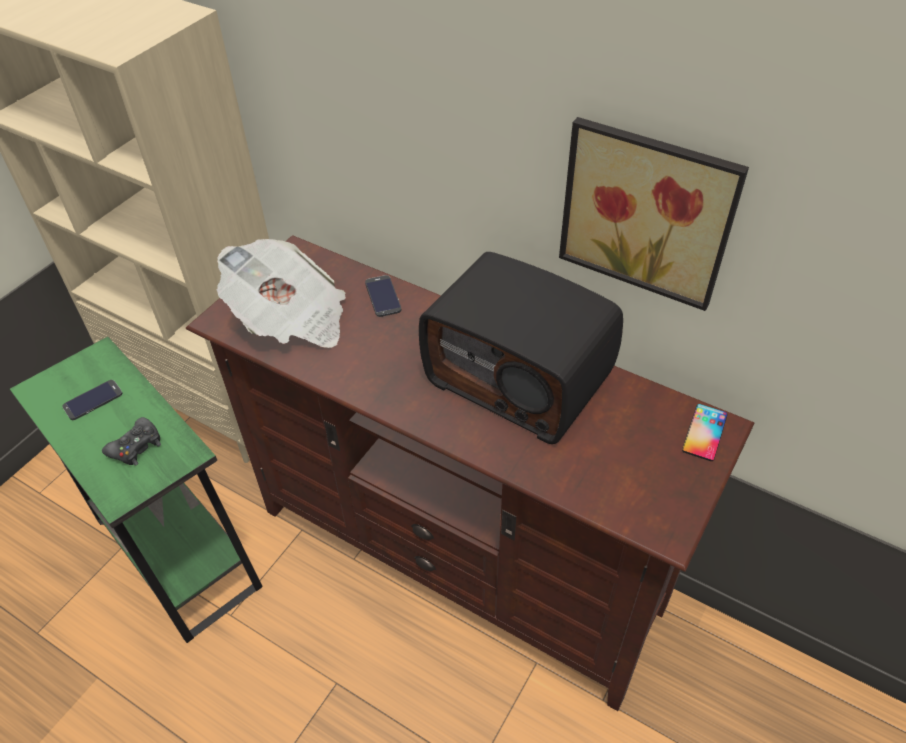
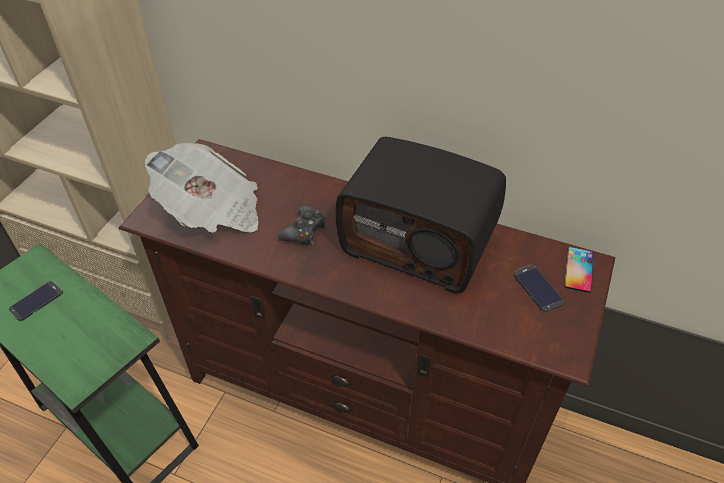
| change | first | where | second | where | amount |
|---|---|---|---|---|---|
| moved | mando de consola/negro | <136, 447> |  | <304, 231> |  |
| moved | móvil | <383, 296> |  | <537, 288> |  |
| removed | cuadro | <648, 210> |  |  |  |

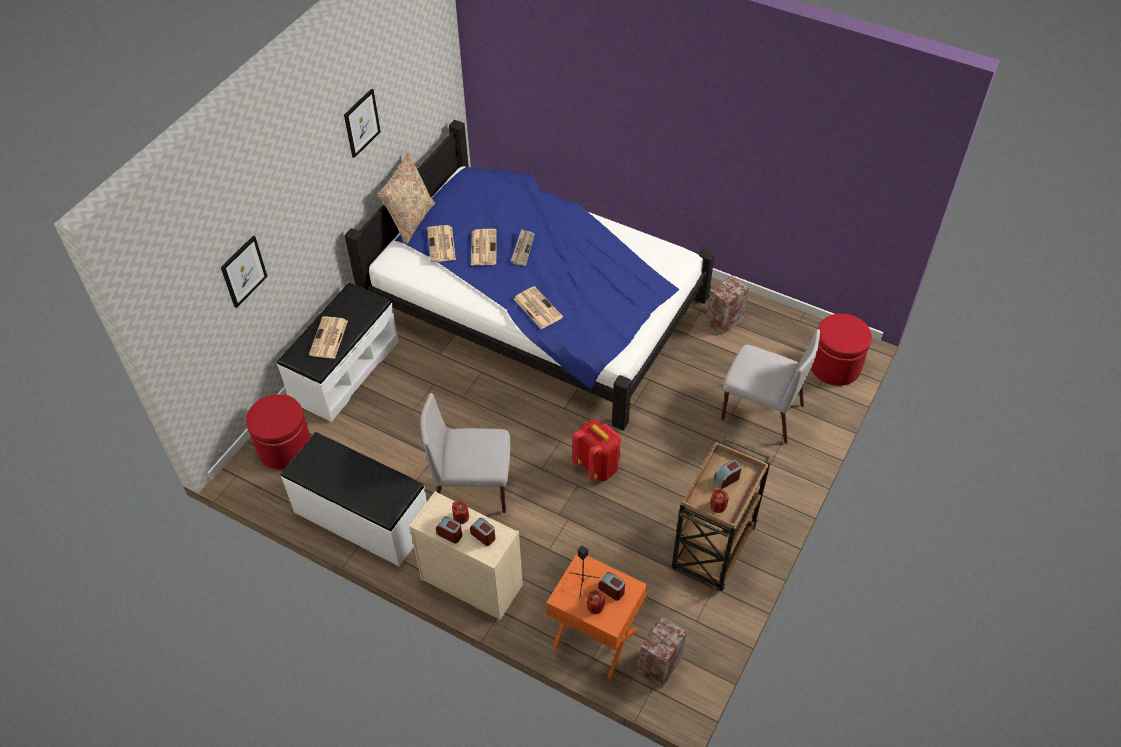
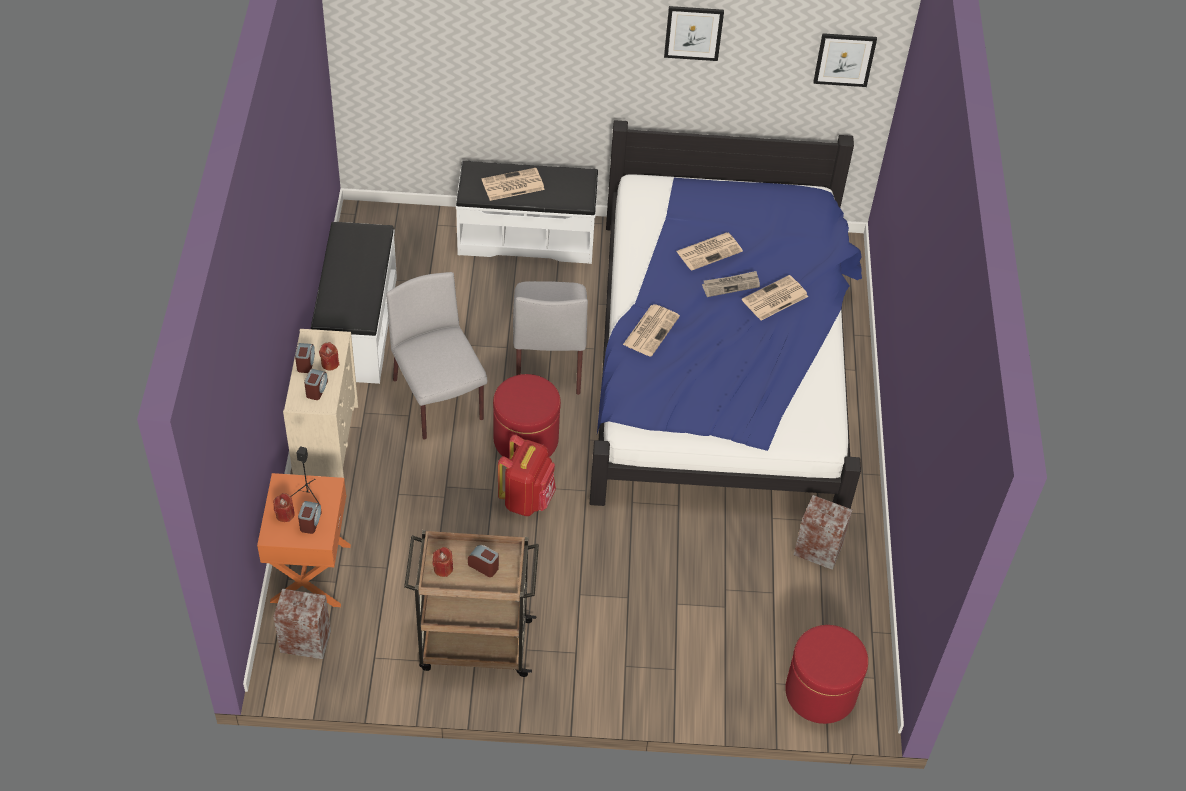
| change | first | where | second | where | amount |
|---|---|---|---|---|---|
| moved | cuadro | <243, 271> |  | <844, 59> |  |
| moved | puf/rojo | <285, 448> |  | <526, 440> |  |
| removed | cojín/beis | <410, 220> |  |  |  |
| moved | periódico | <441, 244> |  | <774, 299> |  |
| moved | silla/gris | <760, 412> |  | <548, 360> |  |

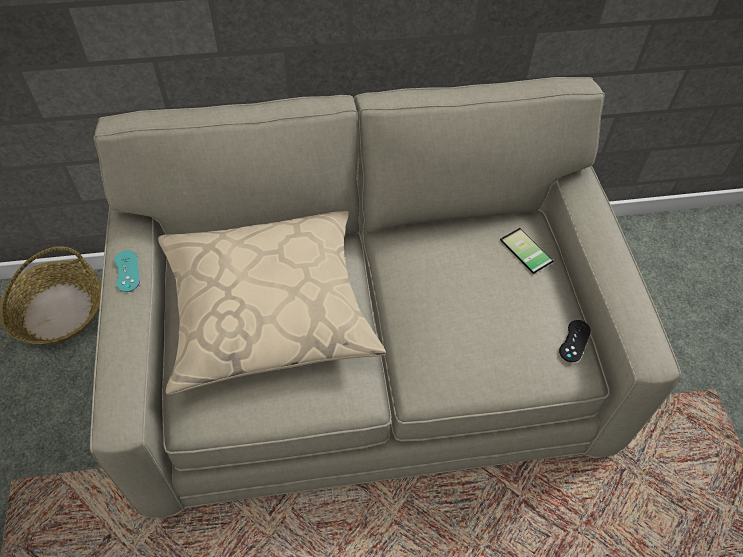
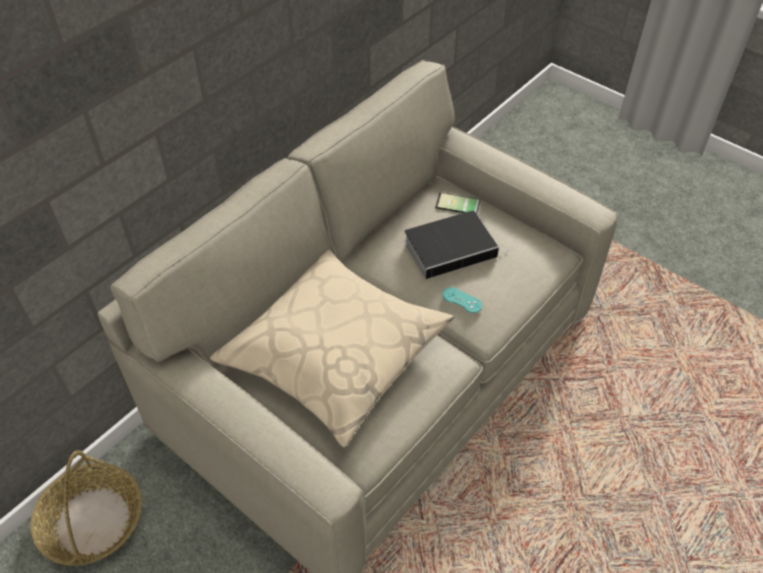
| change | first | where | second | where | amount |
|---|---|---|---|---|---|
| moved | mando de consola/turquesa | <127, 271> |  | <462, 300> |  |
| removed | mando de consola/negro | <574, 341> |  |  |  |
| added |  |  | libro | <452, 247> |  |

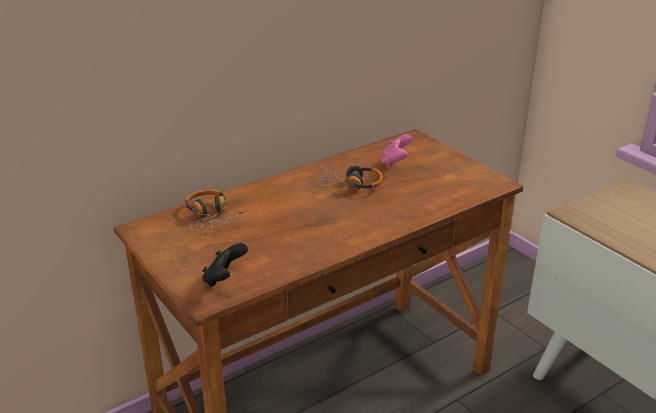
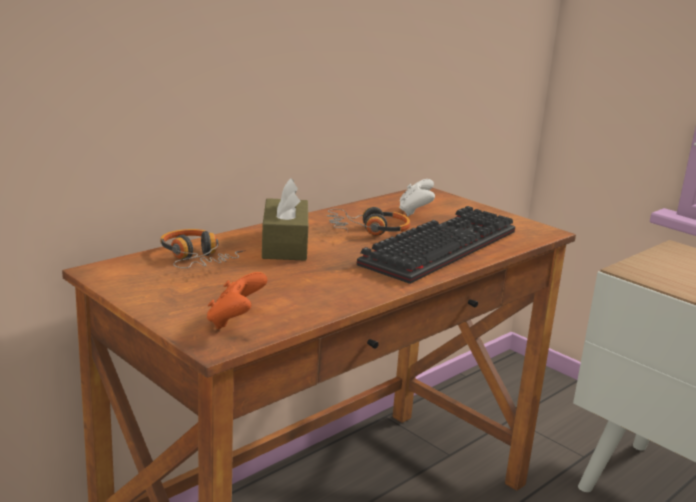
| change | first | where | second | where | amount |
|---|---|---|---|---|---|
| recoloured | mando de consola/negro | <224, 279> | mando de consola/naranja | <235, 321> |  |
| recoloured | mando de consola/rosa | <395, 162> | mando de consola/blanco | <415, 212> |  |
| added |  |  | caja de pañuelos/marrón | <285, 245> |  |
| added |  |  | teclado | <439, 246> |  |

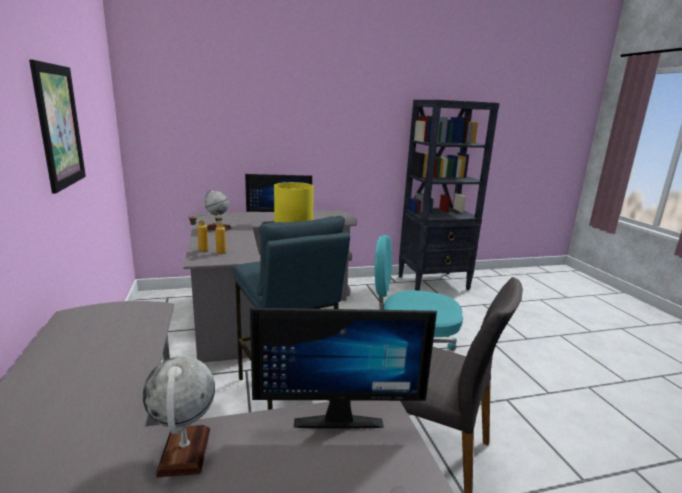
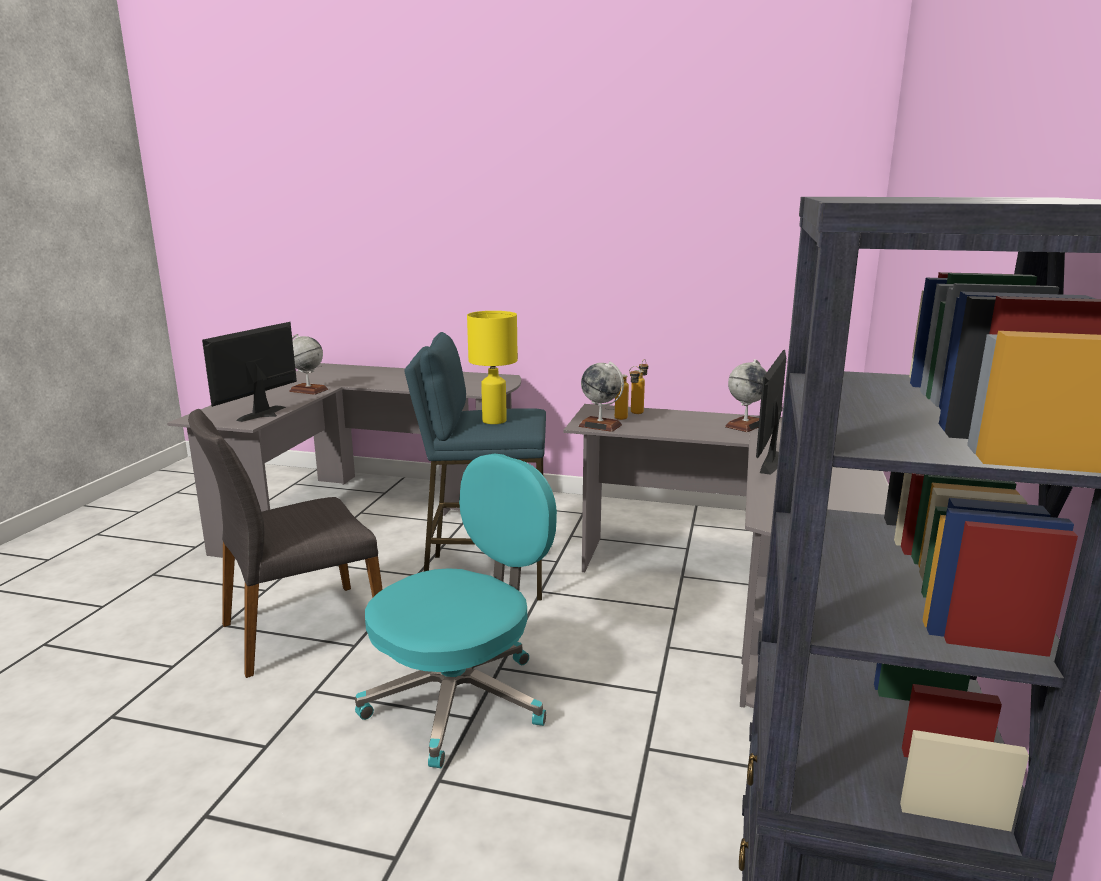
| change | first | where | second | where | amount |
|---|---|---|---|---|---|
| removed | cuadro | <59, 126> |  |  |  |
| added |  |  | globo terráqueo | <600, 425> |  |

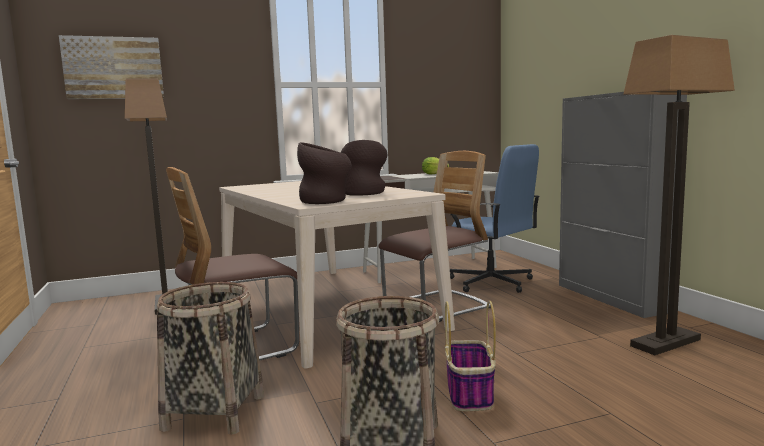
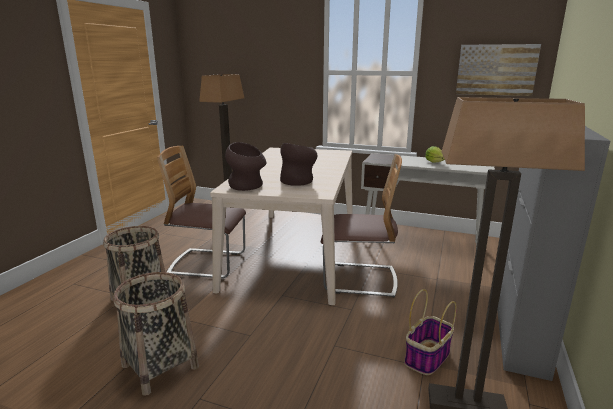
| change | first | where | second | where | amount |
|---|---|---|---|---|---|
| moved | cuadro | <113, 68> |  | <496, 70> |  |
| moved | cesta | <470, 394> |  | <427, 358> |  |
| removed | silla de oficina/azul | <491, 282> |  |  |  |

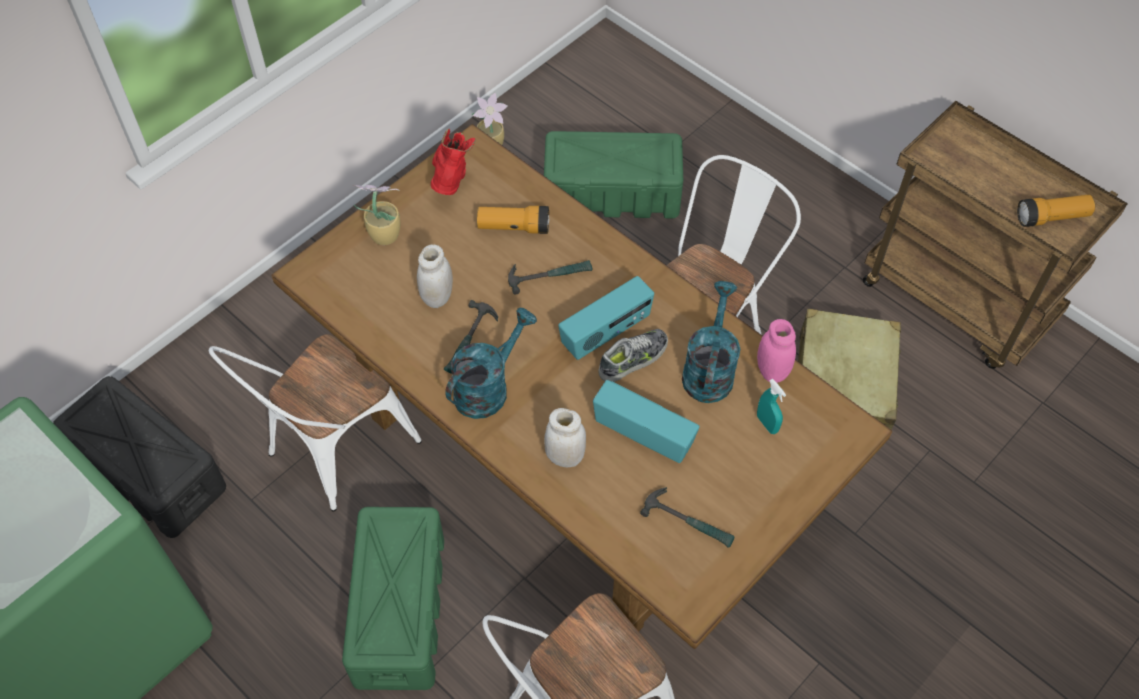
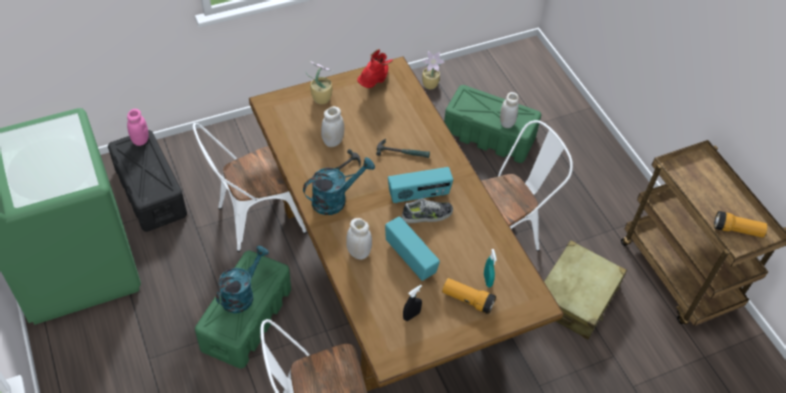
| change | first | where | second | where | amount |
|---|---|---|---|---|---|
| moved | linterna | <514, 227> |  | <467, 300> |  |
| replaced | martillo | <689, 521> | pulverizador/negro | <411, 315> |  |
| moved | regadera/turquesa | <709, 369> |  | <241, 294> |  |
| moved | tarro/rosa | <772, 371> |  | <140, 140> |  |
| added |  |  | tarro/blanco | <506, 123> |  |

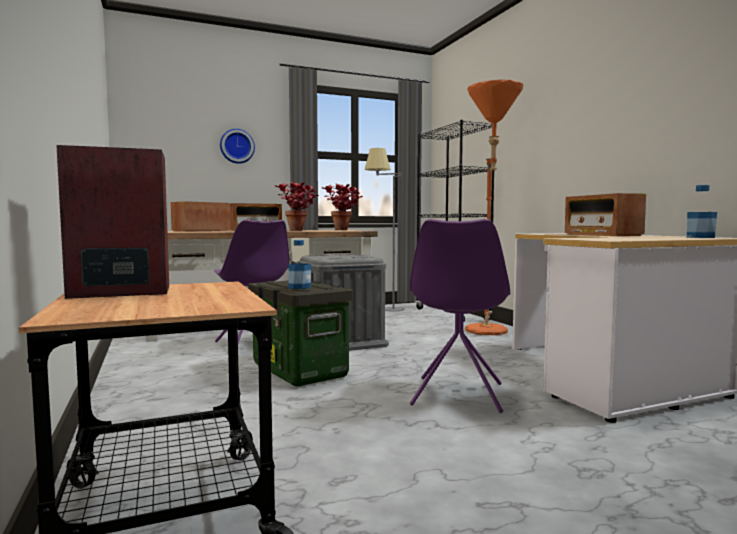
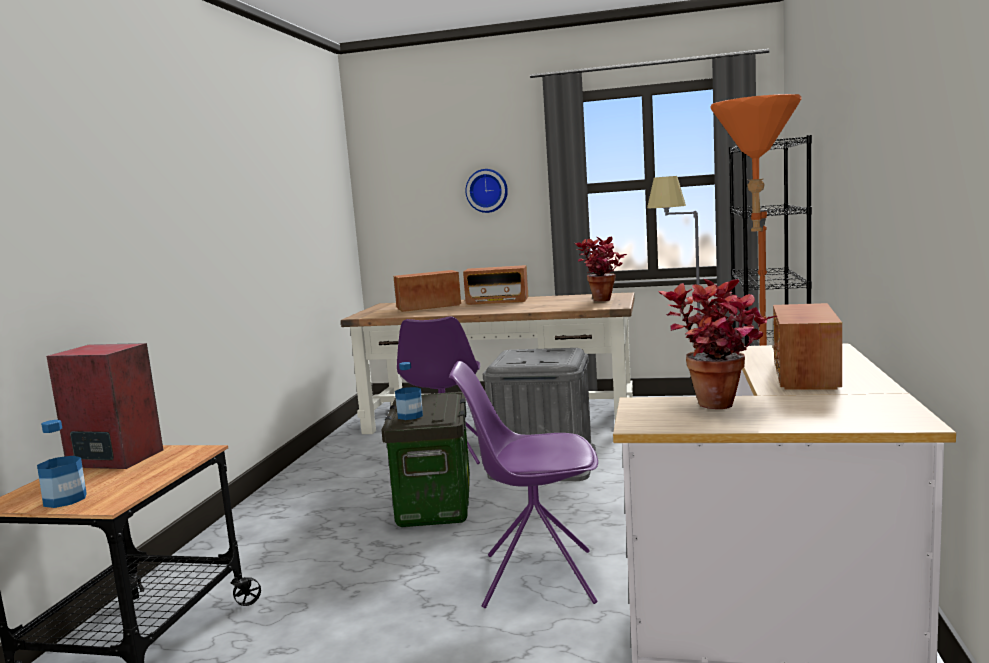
| change | first | where | second | where | amount |
|---|---|---|---|---|---|
| moved | planta en maceta | <298, 230> |  | <719, 409> |  |
| turned | silla/morado | <457, 395> |  | <535, 578> | 45 degrees clockwise |
| moved | botella | <700, 237> |  | <65, 500> |  |

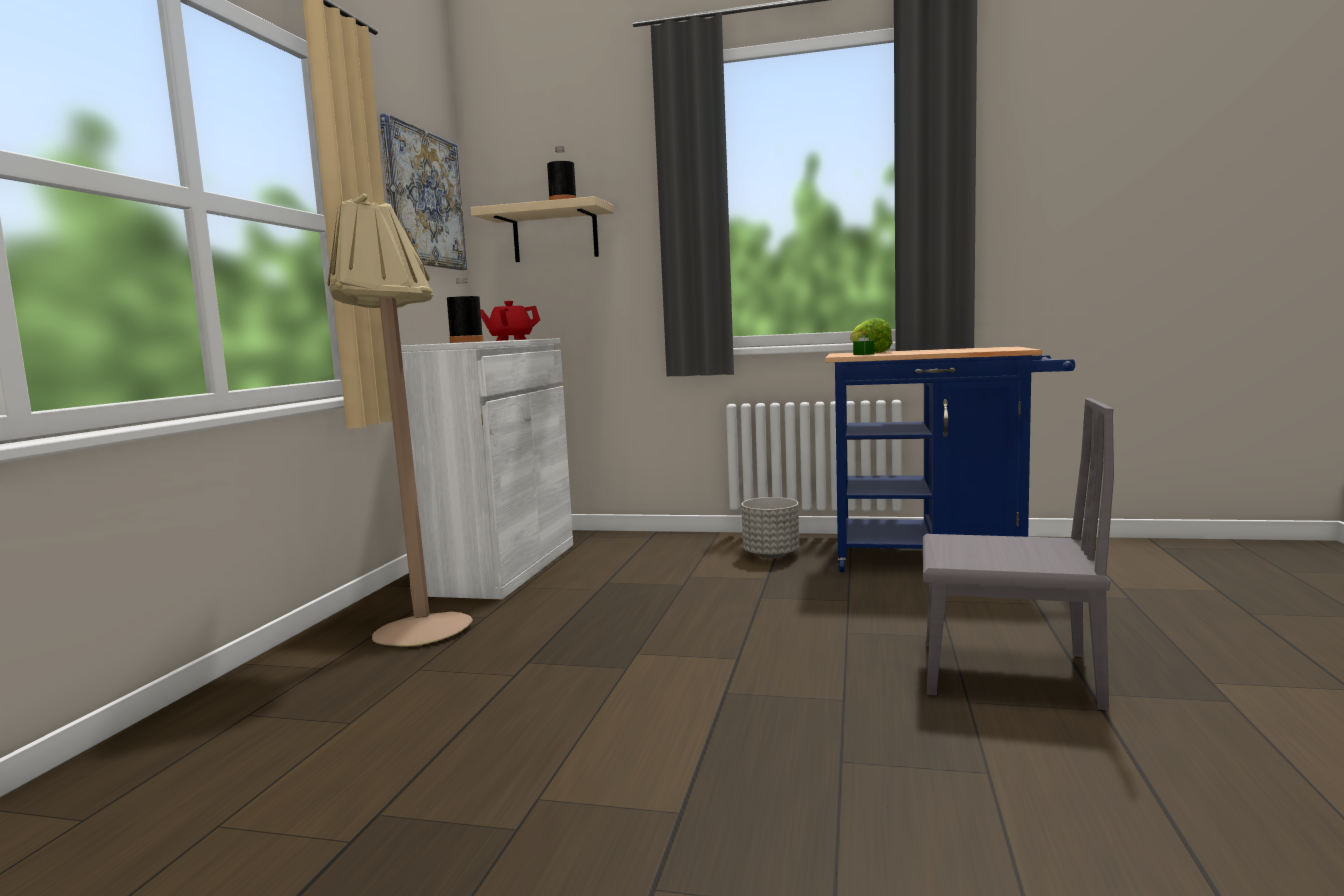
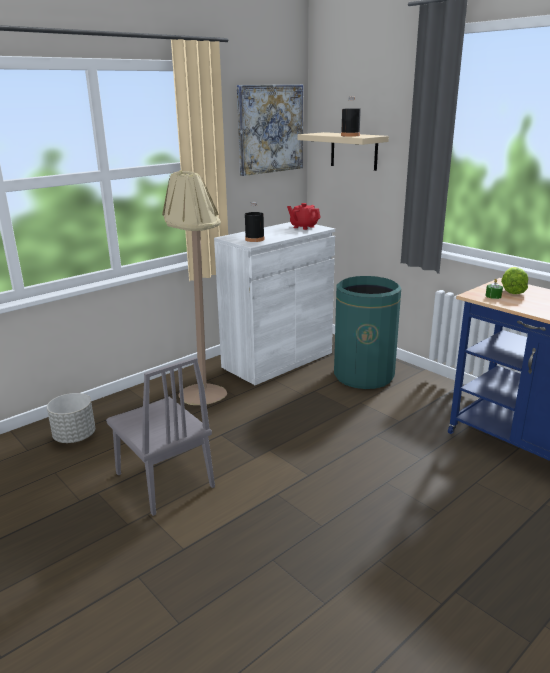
| change | first | where | second | where | amount |
|---|---|---|---|---|---|
| moved | maceta/gris | <771, 555> |  | <75, 437> |  |
| moved | silla/gris | <1007, 673> |  | <164, 480> |  |
| added |  |  | papelera/verde | <363, 375> |  |

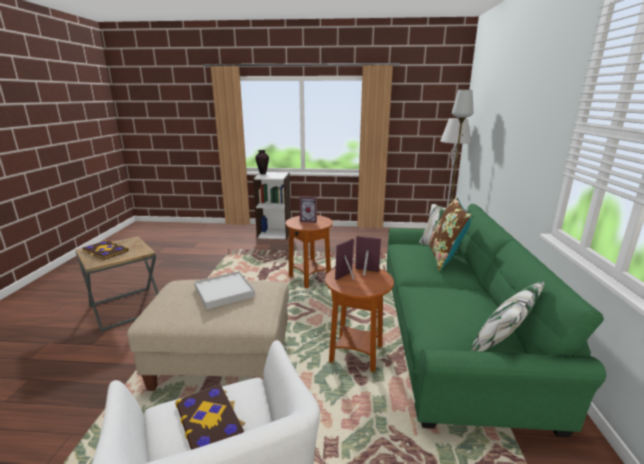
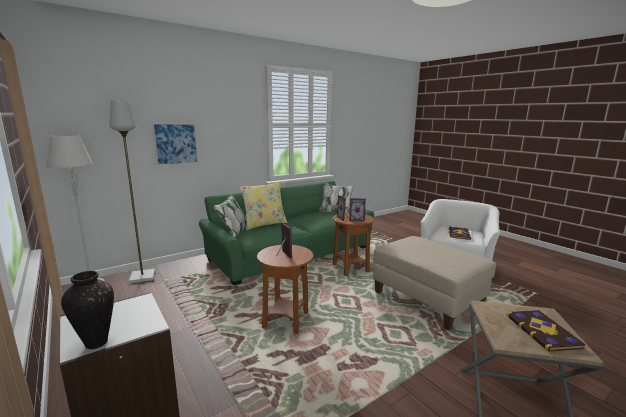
| change | first | where | second | where | amount |
|---|---|---|---|---|---|
| removed | bandeja/blanco | <224, 292> |  |  |  |
| recoloured | cojín/marrón | <445, 258> | cojín/amarillo | <264, 224> |  |
| added |  |  | cuadro | <176, 144> |  |

